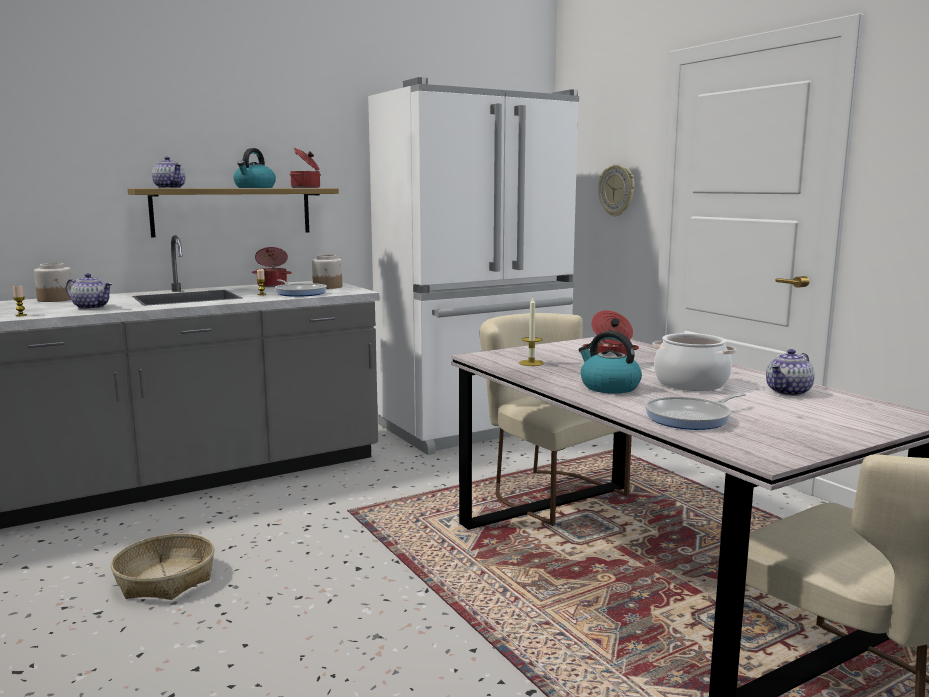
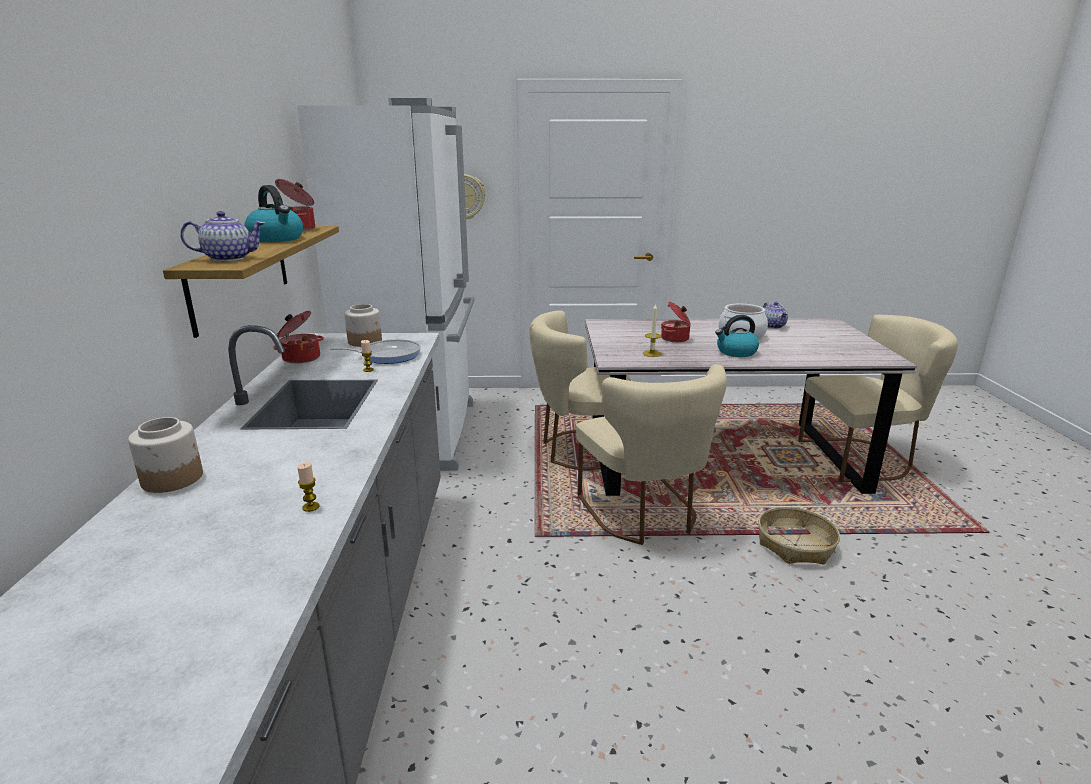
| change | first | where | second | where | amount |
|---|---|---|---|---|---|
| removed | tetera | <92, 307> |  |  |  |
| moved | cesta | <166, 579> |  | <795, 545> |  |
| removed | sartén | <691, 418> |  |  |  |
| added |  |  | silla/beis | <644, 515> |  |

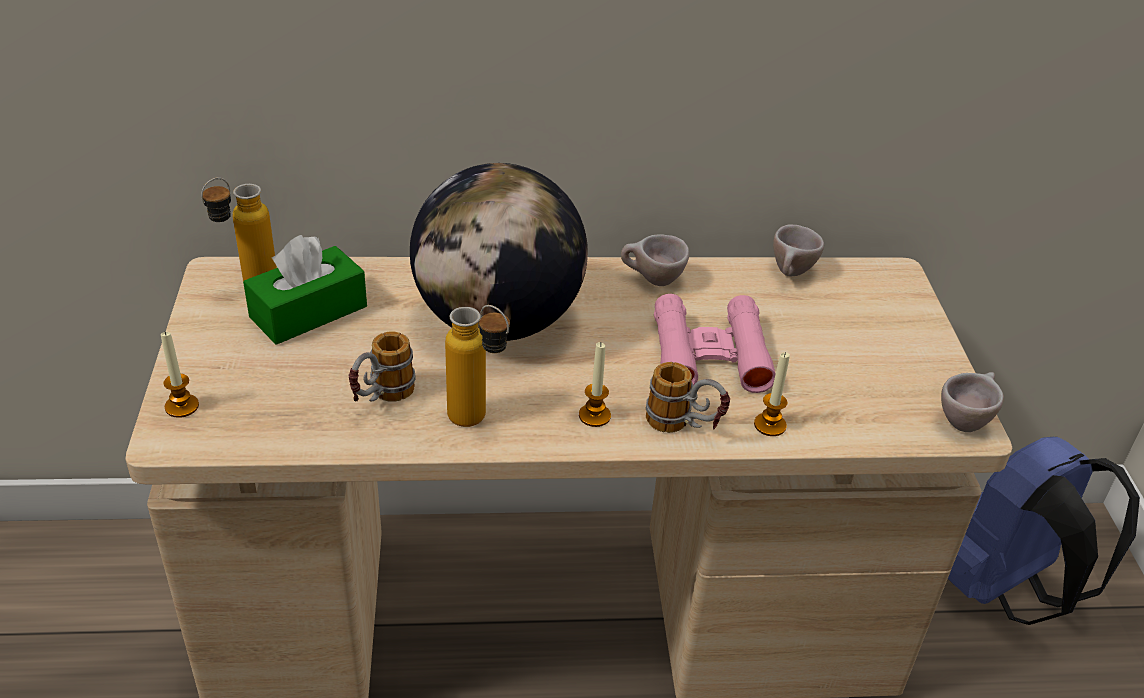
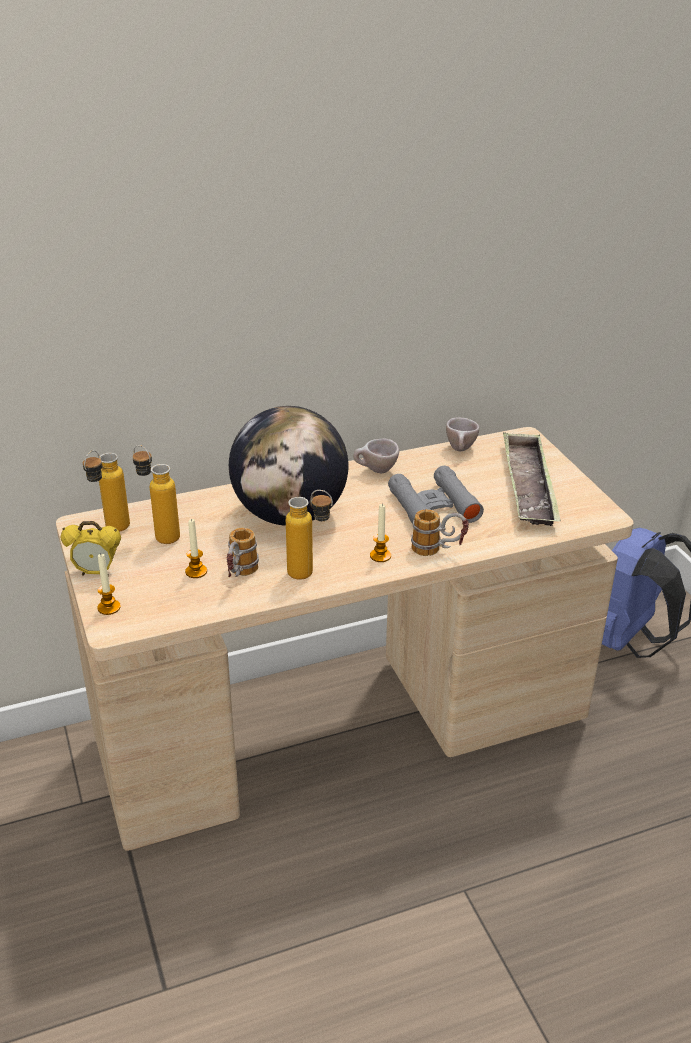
| change | first | where | second | where | amount |
|---|---|---|---|---|---|
| replaced | caja de pañuelos/verde | <308, 312> | botella | <160, 534> |  |
| recoloured | prismáticos/rosa | <709, 354> | prismáticos/gris | <433, 506> |  |
| moved | vela | <770, 425> |  | <196, 571> |  |
| removed | taza/beis | <965, 420> |  |  |  |
| added |  |  | despertador | <96, 572> |  |
| added |  |  | bandeja | <528, 486> |  |

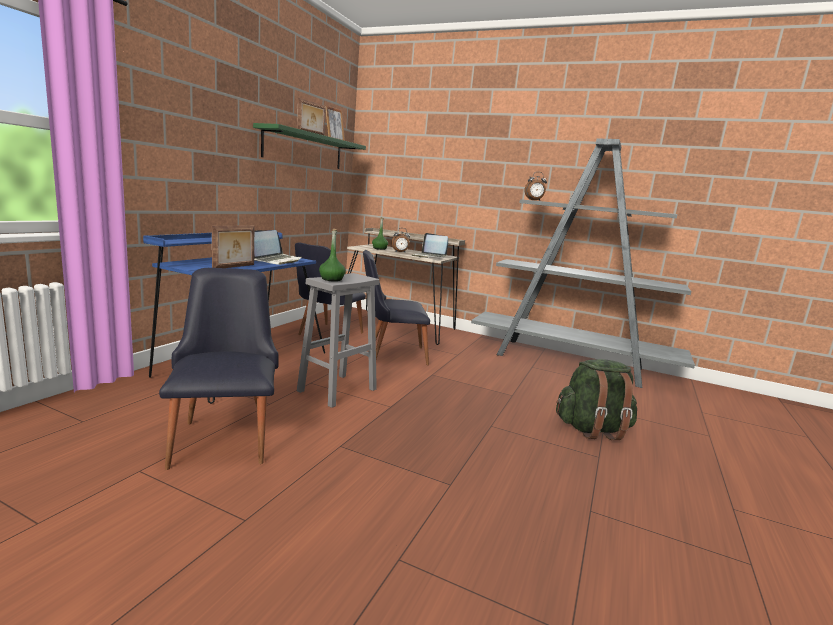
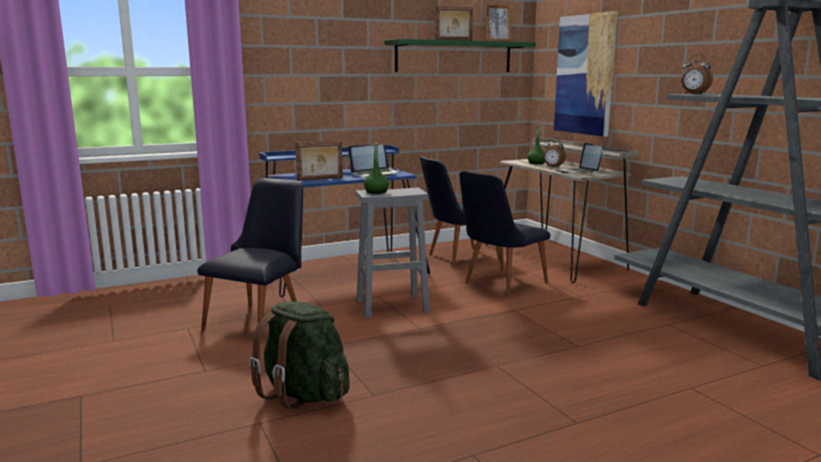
| change | first | where | second | where | amount |
|---|---|---|---|---|---|
| turned | silla/negro | <391, 354> |  | <499, 284> | 75 degrees counterclockwise |
| moved | mochila/verde | <592, 429> |  | <303, 395> |  |
| added |  |  | cuadro | <585, 75> |  |

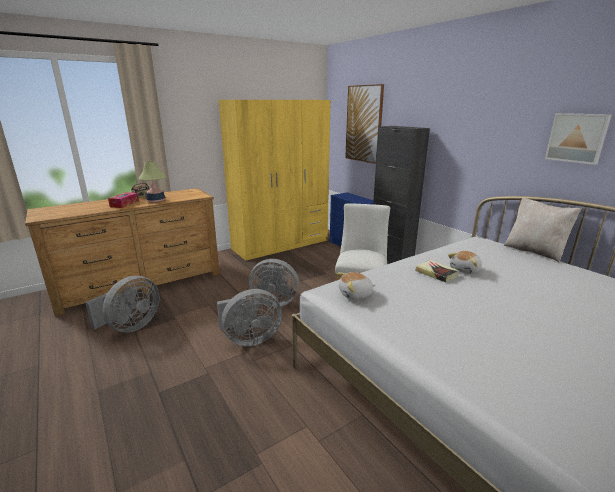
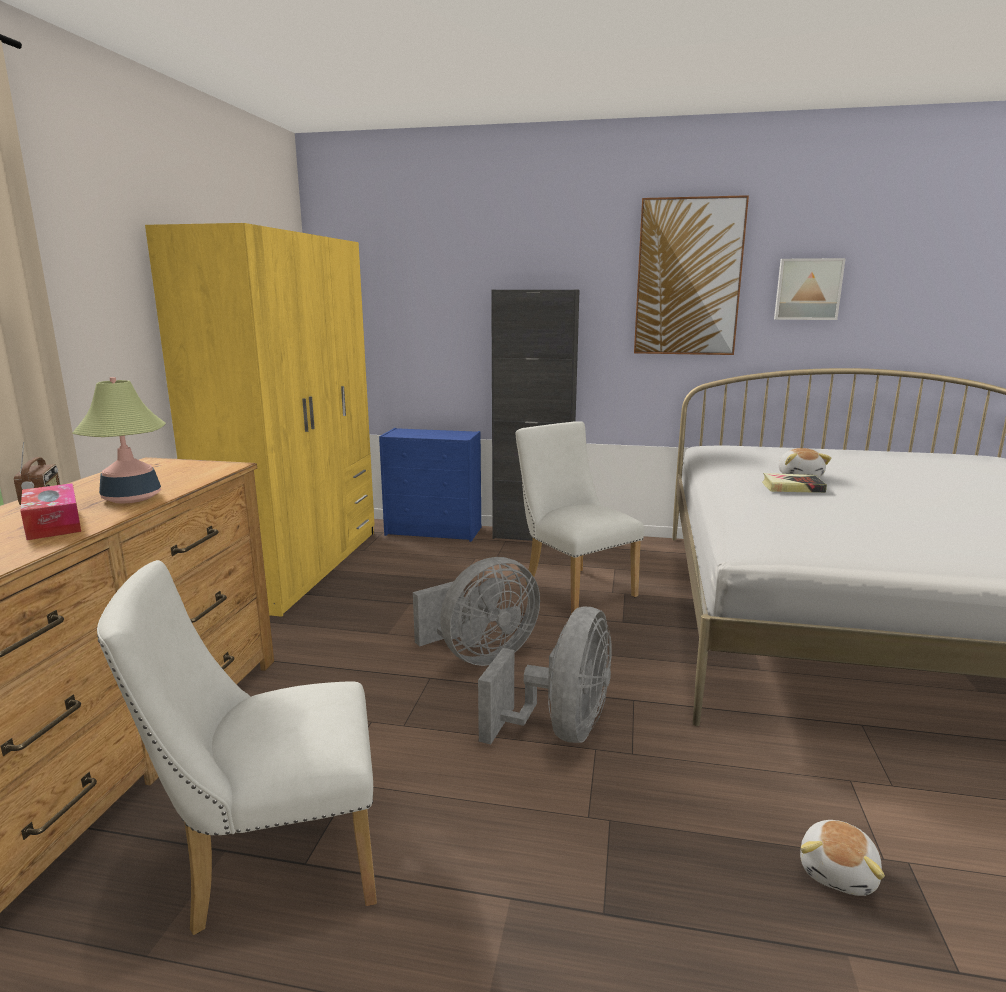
| change | first | where | second | where | amount |
|---|---|---|---|---|---|
| replaced | ventilador/gris | <131, 326> | silla/blanco | <272, 863> |  |
| moved | peluche | <355, 294> |  | <839, 872> |  |
| moved | cuadro | <364, 124> |  | <688, 278> |  |
| removed | cojín/beis | <534, 251> |  |  |  |

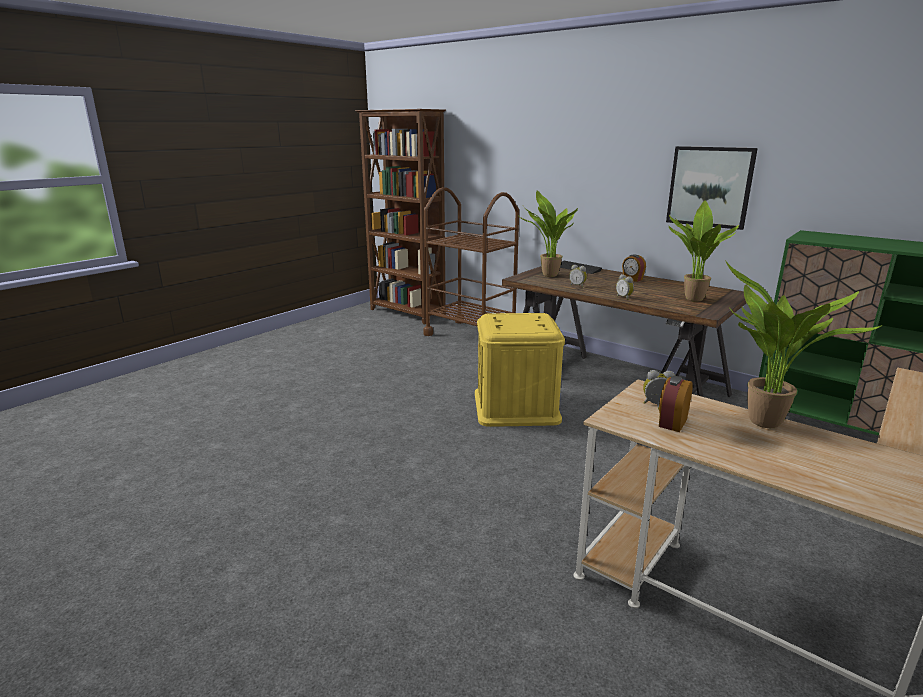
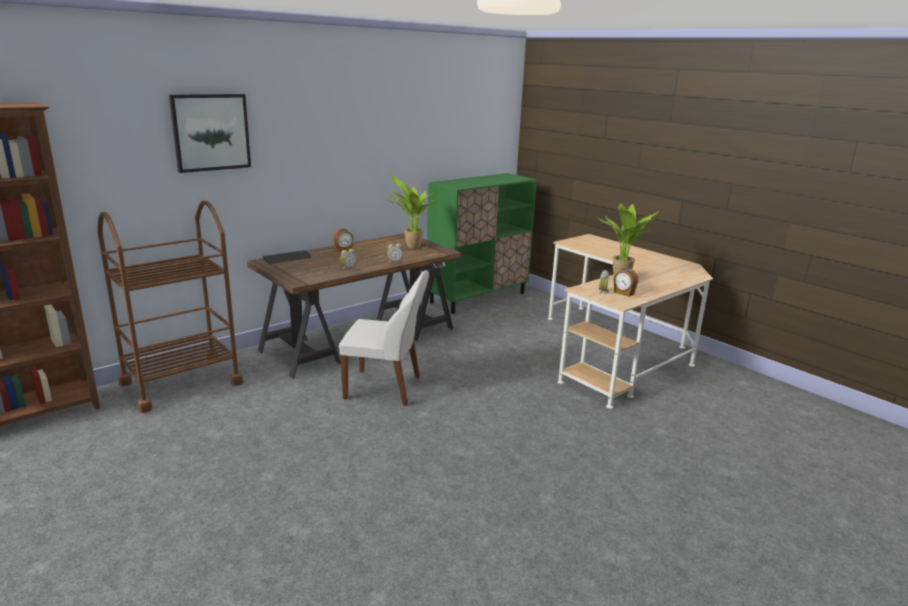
| change | first | where | second | where | amount |
|---|---|---|---|---|---|
| replaced | caja de almacenaje/amarillo | <516, 406> | silla/blanco | <385, 388> |  |
| removed | planta en maceta | <547, 275> |  |  |  |
| moved | cuadro | <710, 187> |  | <211, 132> |  |

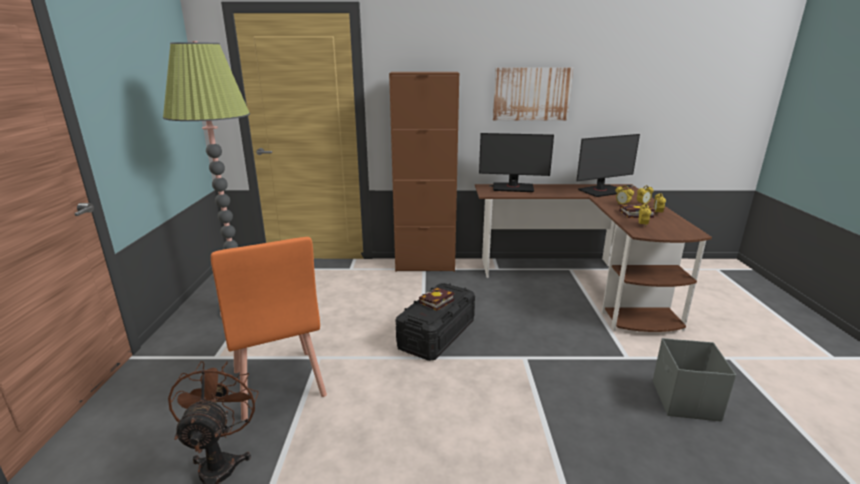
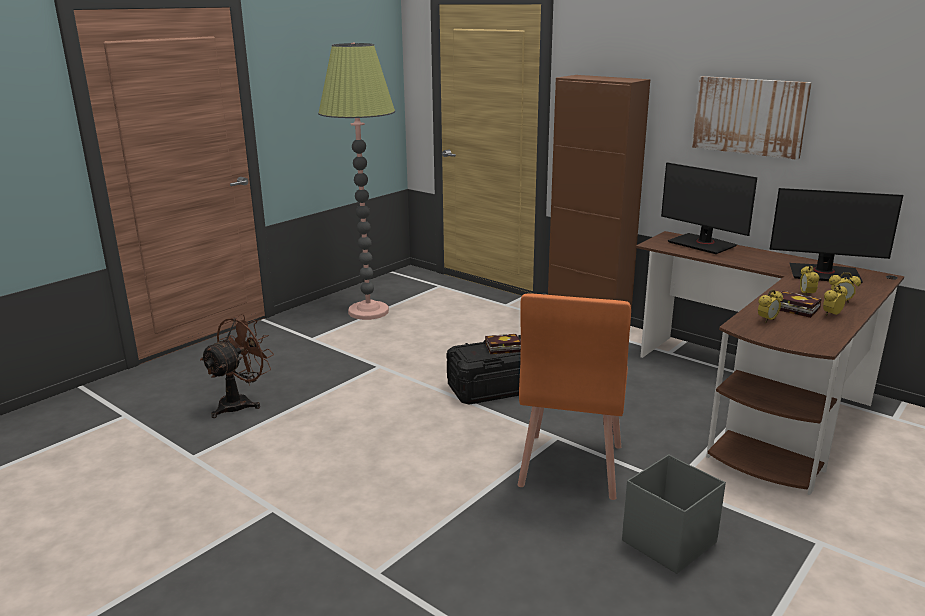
| change | first | where | second | where | amount |
|---|---|---|---|---|---|
| moved | silla/naranja | <278, 384> |  | <570, 466> |  |

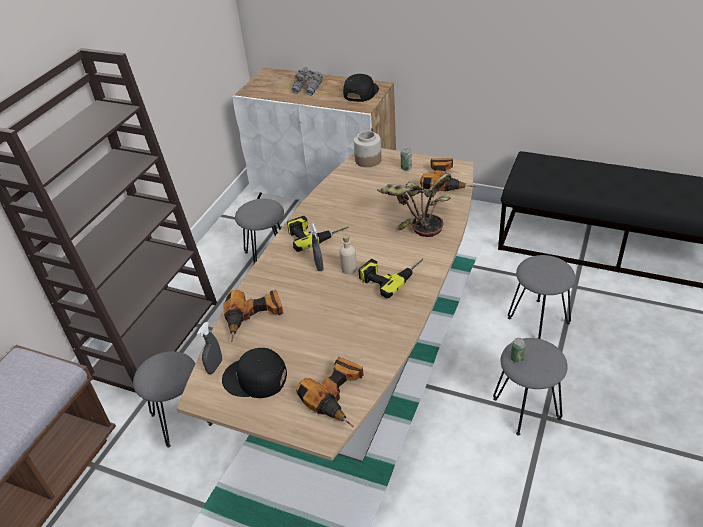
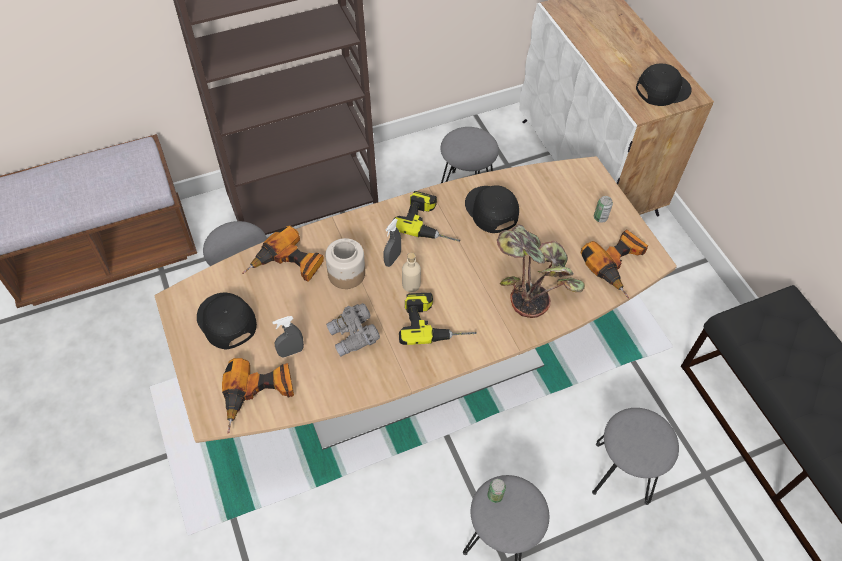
| change | first | where | second | where | amount |
|---|---|---|---|---|---|
| moved | pulverizador/gris | <215, 367> |  | <291, 352> |  |
| moved | prismáticos/gris | <308, 89> |  | <354, 336> |  |
| moved | tarro | <368, 160> |  | <346, 274> |  |
| added |  |  | gorra/negro | <490, 210> |  |

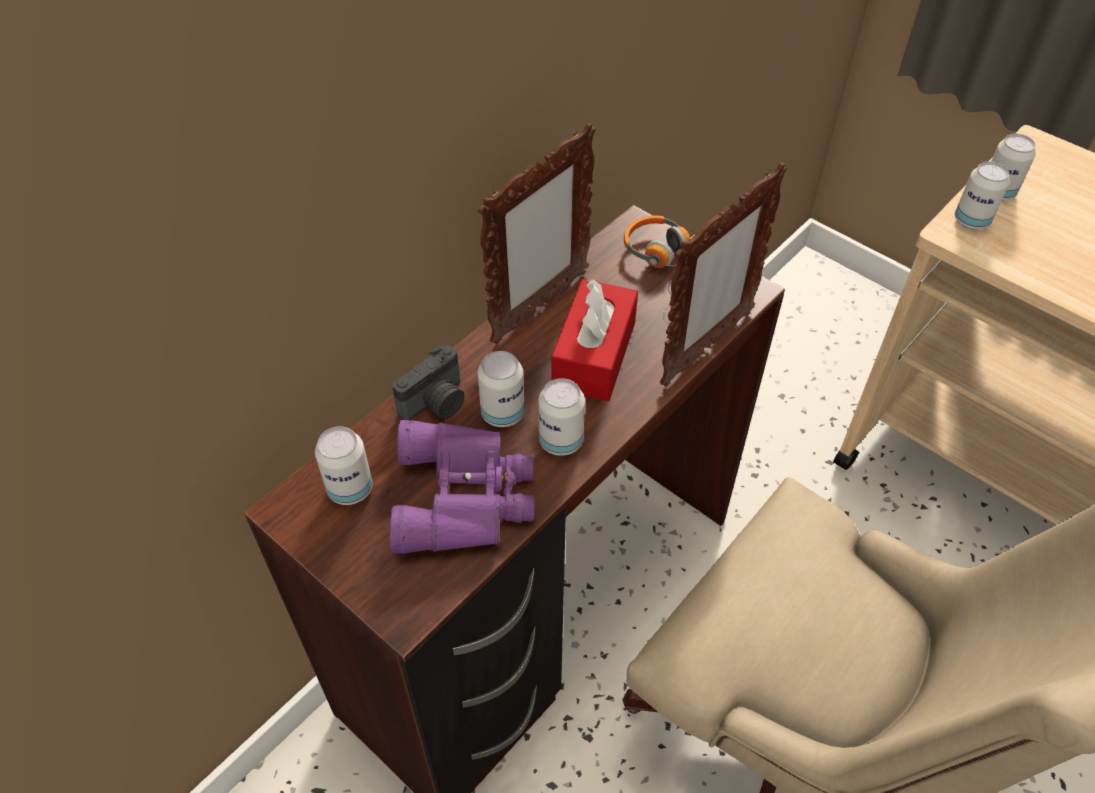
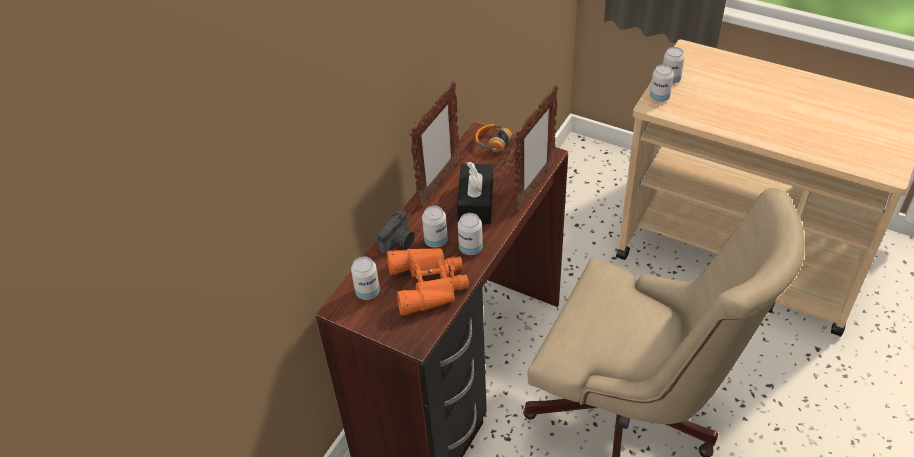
| change | first | where | second | where | amount |
|---|---|---|---|---|---|
| recoloured | prismáticos/morado | <466, 496> | prismáticos/naranja | <430, 283> |  |
| recoloured | caja de pañuelos/rojo | <594, 355> | caja de pañuelos/negro | <475, 203> |  |

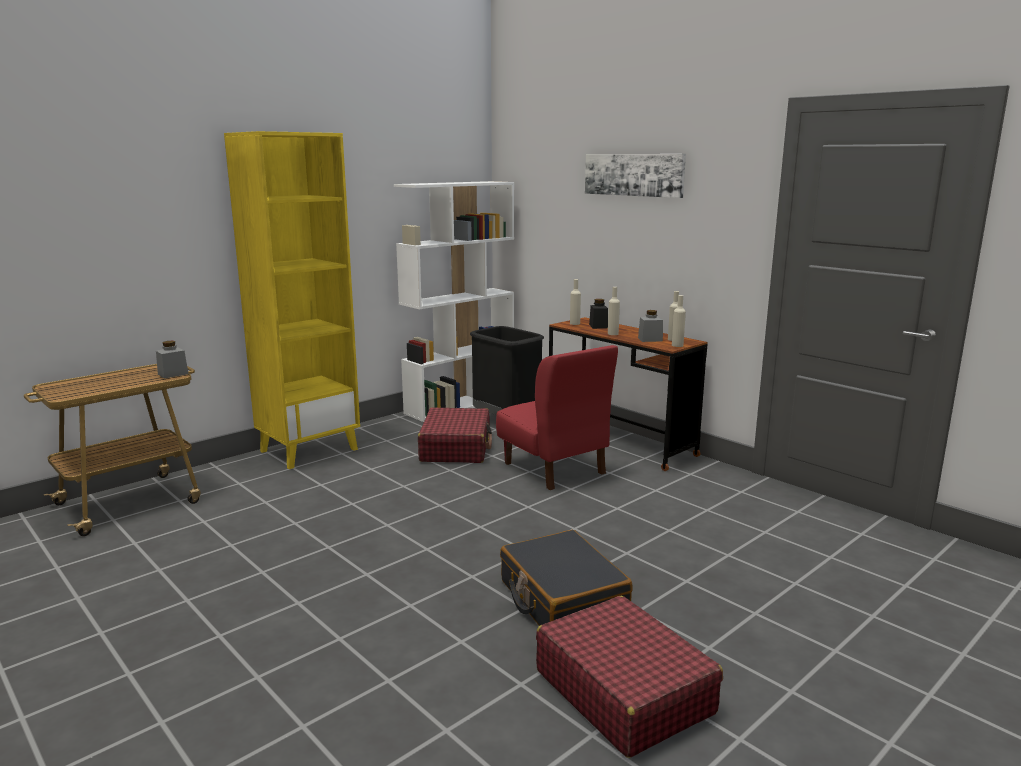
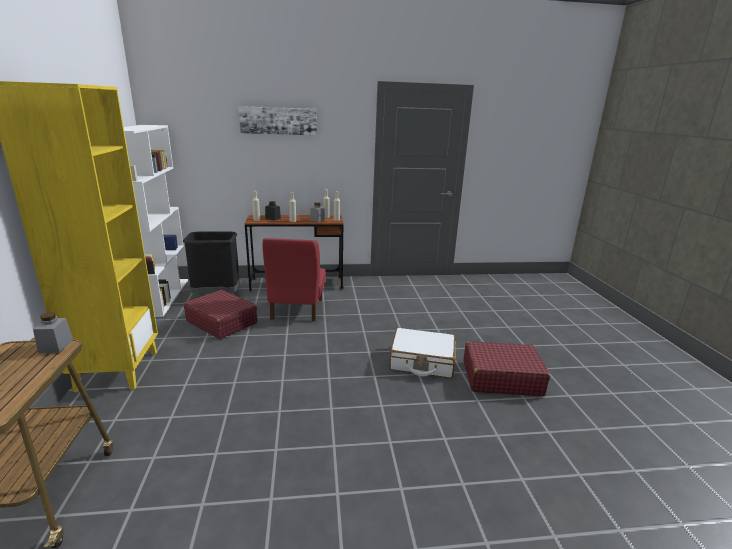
| change | first | where | second | where | amount |
|---|---|---|---|---|---|
| turned | silla/rojo | <554, 468> |  | <296, 309> | 90 degrees clockwise |
| recoloured | maleta/negro | <562, 599> | maleta/blanco | <422, 361> |  |

